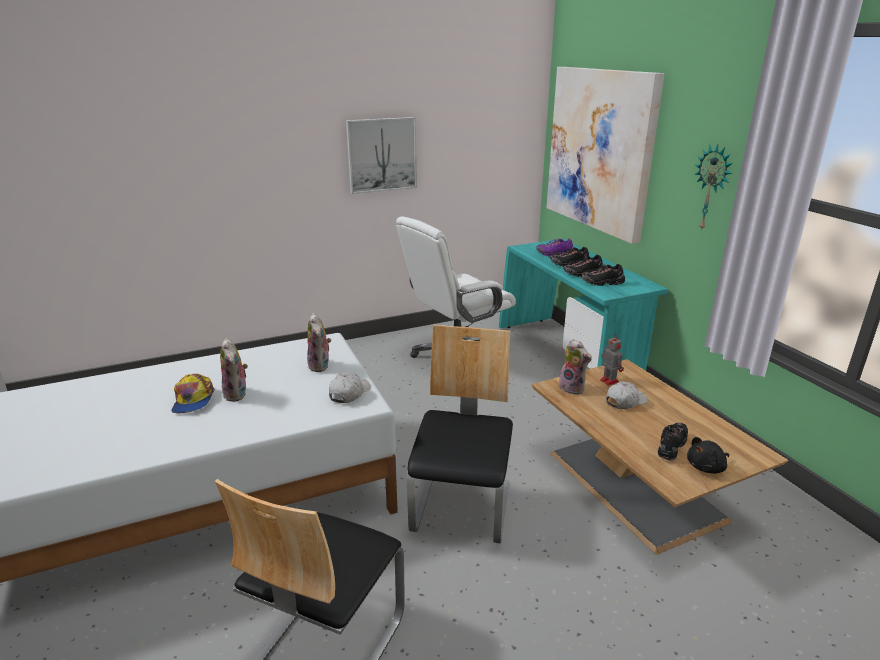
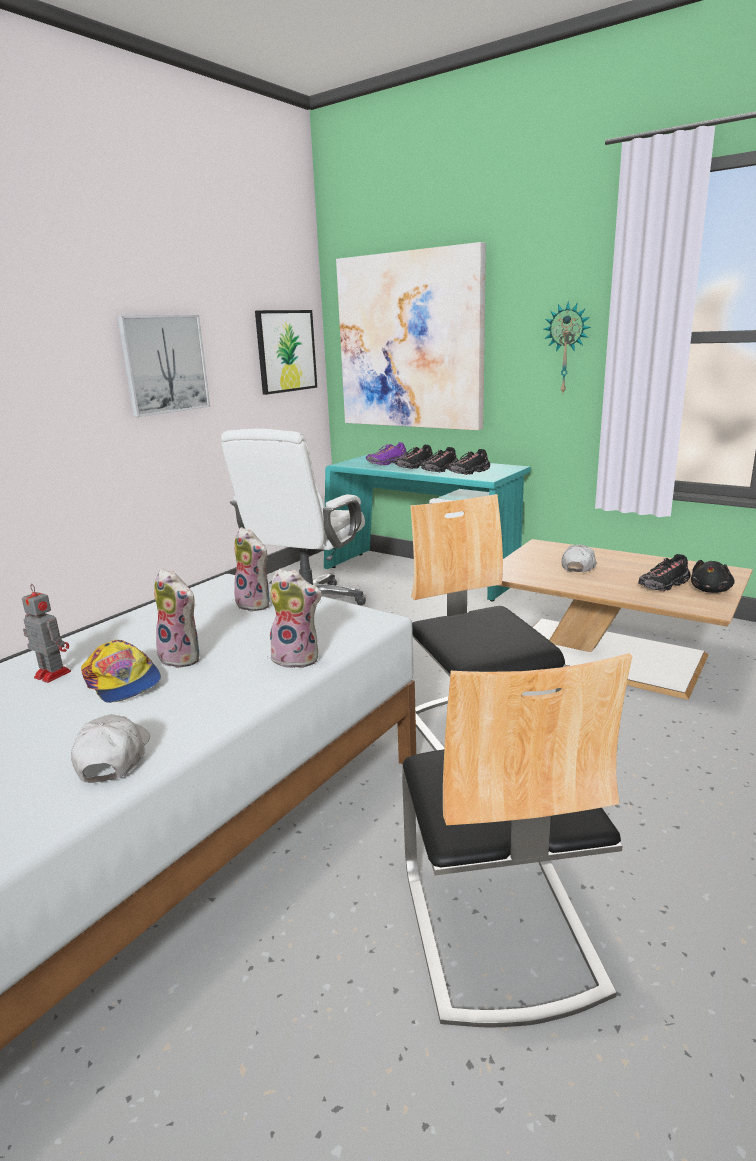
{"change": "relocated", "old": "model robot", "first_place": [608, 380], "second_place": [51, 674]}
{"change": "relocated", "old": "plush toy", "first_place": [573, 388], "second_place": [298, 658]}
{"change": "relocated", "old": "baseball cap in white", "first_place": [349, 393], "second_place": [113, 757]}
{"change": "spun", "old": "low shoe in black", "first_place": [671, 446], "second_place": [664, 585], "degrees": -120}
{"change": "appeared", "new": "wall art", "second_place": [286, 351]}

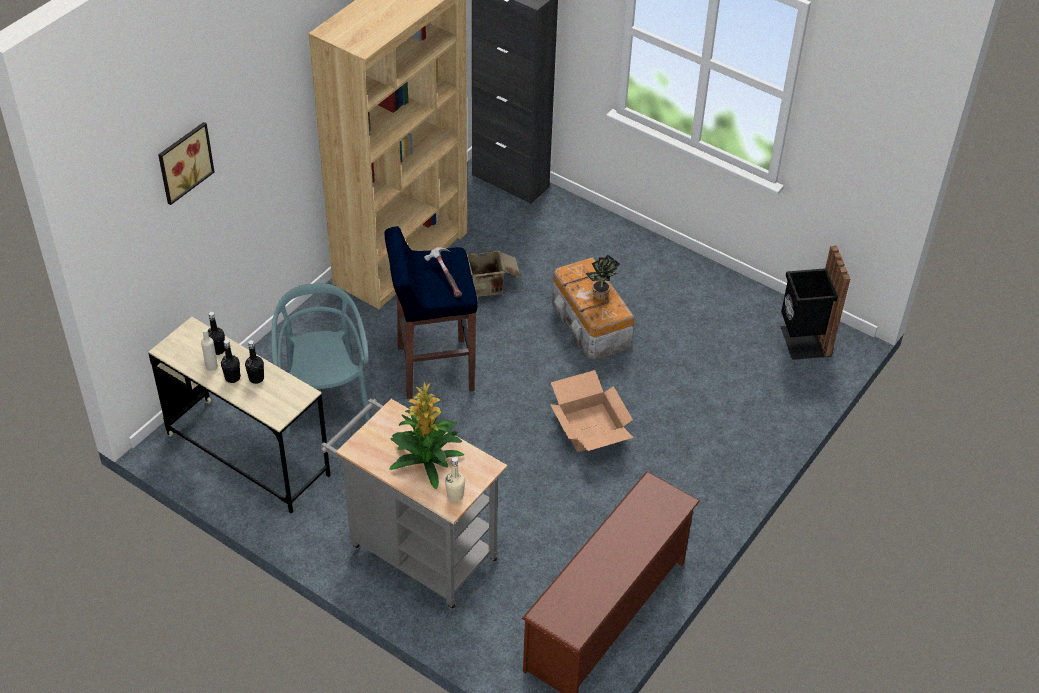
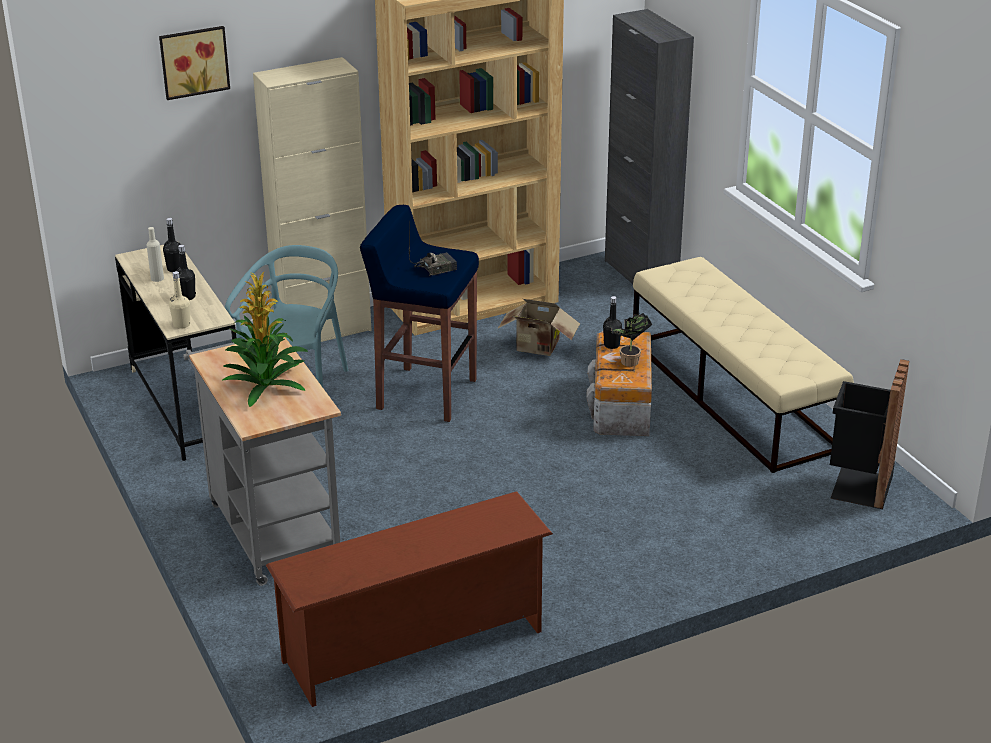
{"change": "exchanged", "old": "tool hammer", "new": "radio set", "first_place": [445, 276], "second_place": [435, 267]}
{"change": "relocated", "old": "drink bottle in black", "first_place": [232, 378], "second_place": [611, 345]}
{"change": "missing", "old": "packing box", "first_place": [591, 427]}
{"change": "relocated", "old": "drink bottle in beige-coloured", "first_place": [455, 495], "second_place": [181, 324]}
{"change": "appeared", "new": "cabinet in beige-coloured", "second_place": [323, 331]}
{"change": "appeared", "new": "bench in beige-coloured", "second_place": [732, 395]}

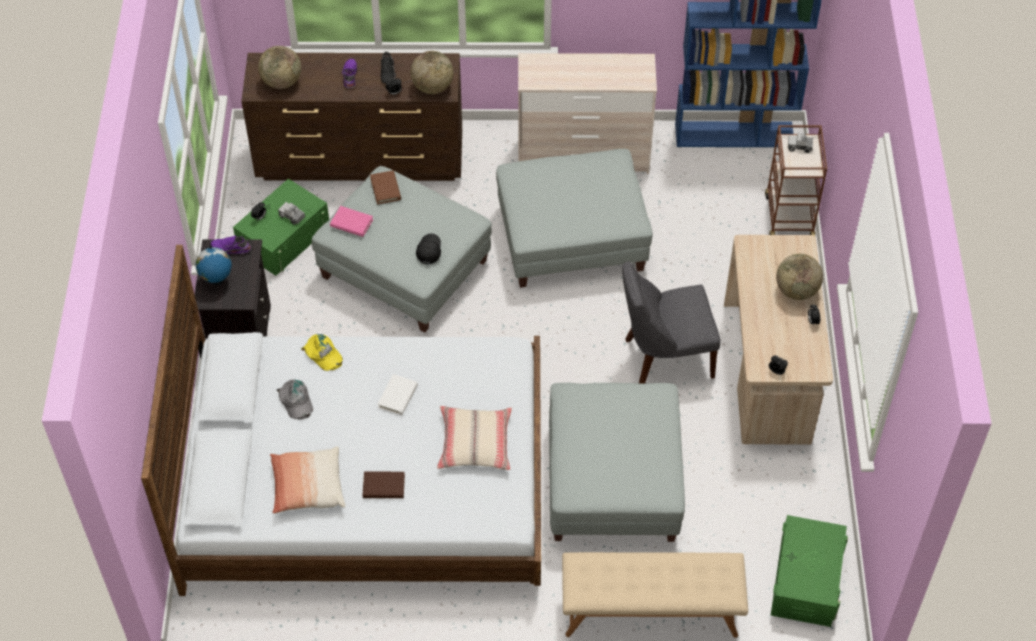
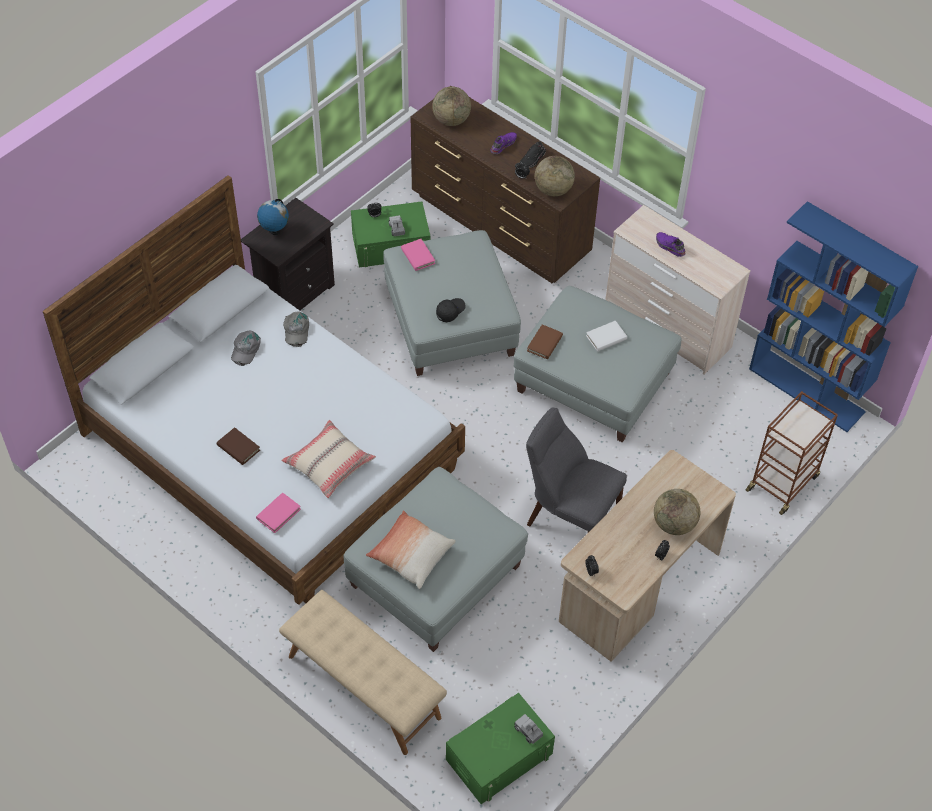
{"change": "relocated", "old": "toy truck", "first_place": [799, 146], "second_place": [528, 731]}
{"change": "relocated", "old": "bound book in brown-coloured", "first_place": [385, 189], "second_place": [544, 343]}
{"change": "relocated", "old": "low shoe in purplish", "first_place": [231, 249], "second_place": [669, 247]}
{"change": "colour", "old": "baseball cap in yellow", "new": "baseball cap in gray", "first_place": [323, 354], "second_place": [296, 331]}
{"change": "relocated", "old": "bound book in white", "first_place": [397, 396], "second_place": [606, 338]}
{"change": "relocated", "old": "pillow", "first_place": [308, 487], "second_place": [411, 555]}
{"change": "appeared", "new": "bound book in pink-coloured", "second_place": [278, 514]}

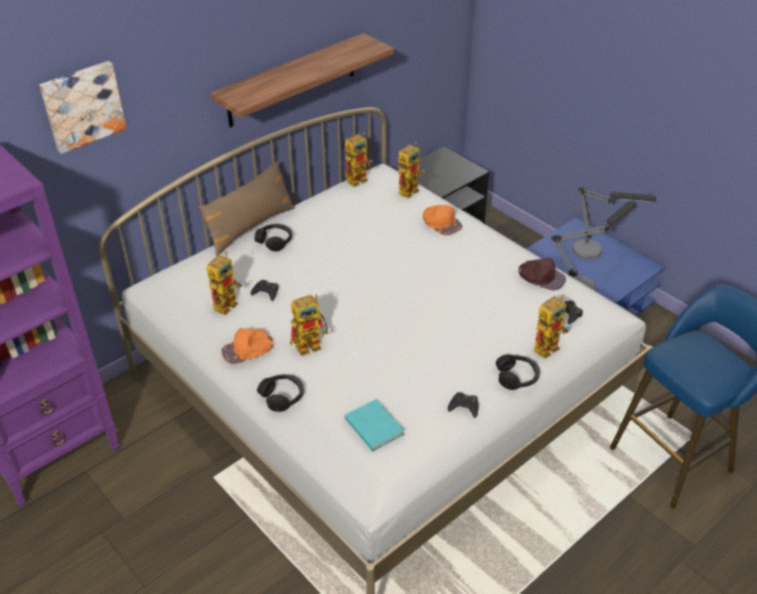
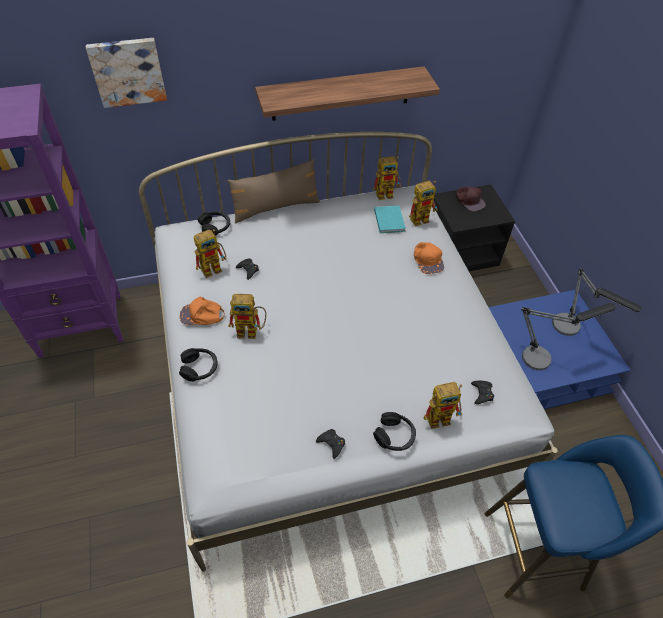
{"change": "relocated", "old": "headphones in black", "first_place": [275, 241], "second_place": [215, 227]}
{"change": "relocated", "old": "baseball cap in brown-coloured", "first_place": [541, 277], "second_place": [469, 200]}
{"change": "relocated", "old": "bound book in turquoise", "first_place": [374, 425], "second_place": [389, 220]}

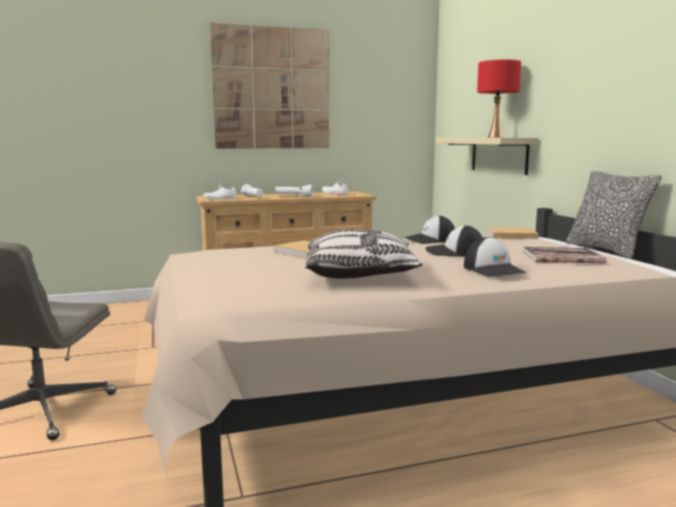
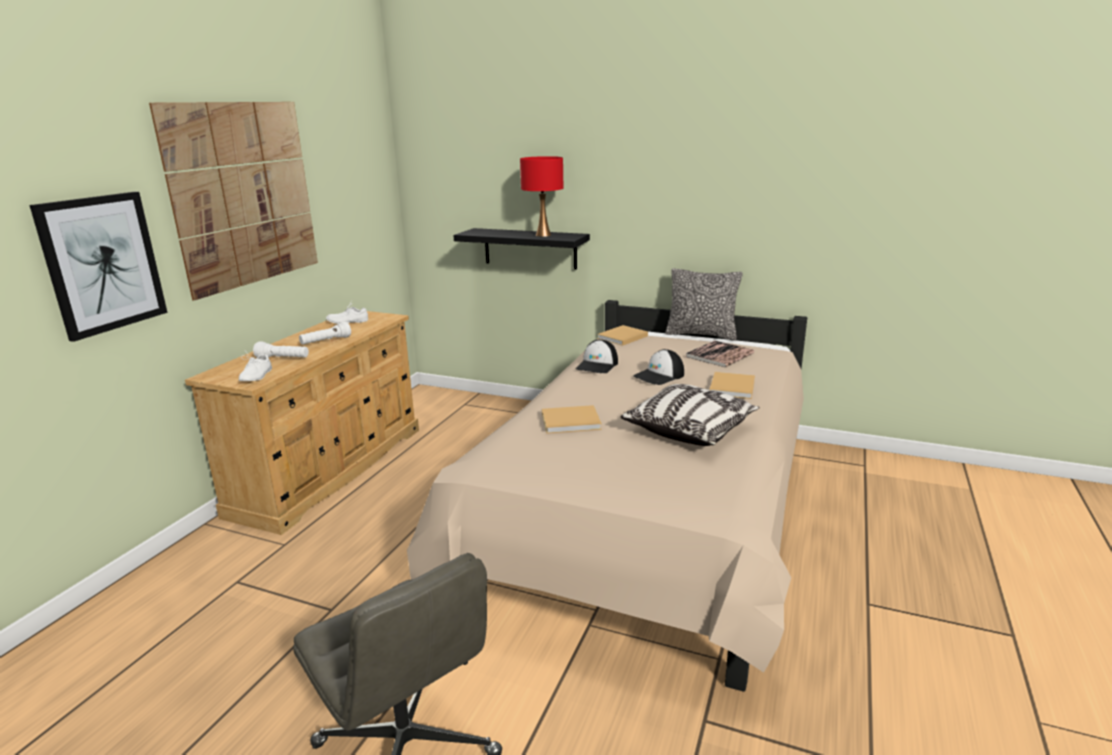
{"change": "colour", "old": "shelf in beige-coloured", "new": "shelf in black", "first_place": [499, 155], "second_place": [530, 248]}
{"change": "exchanged", "old": "baseball cap", "new": "bound book in beige-coloured", "first_place": [494, 270], "second_place": [732, 387]}
{"change": "appeared", "new": "wall art", "second_place": [102, 263]}

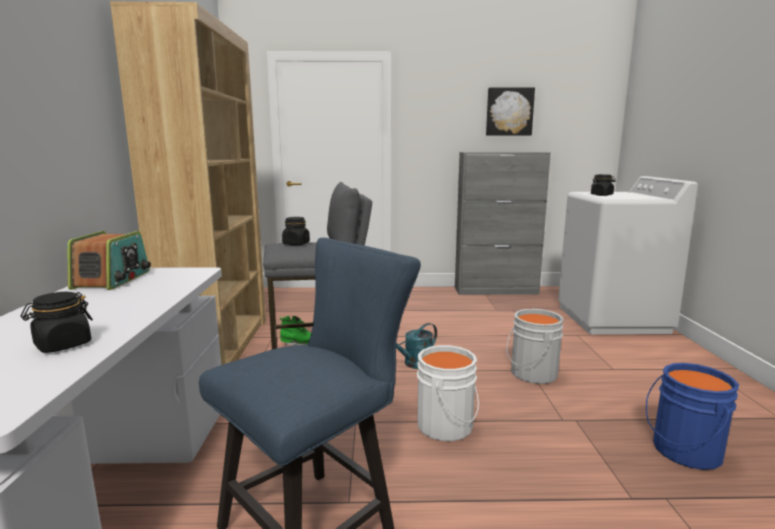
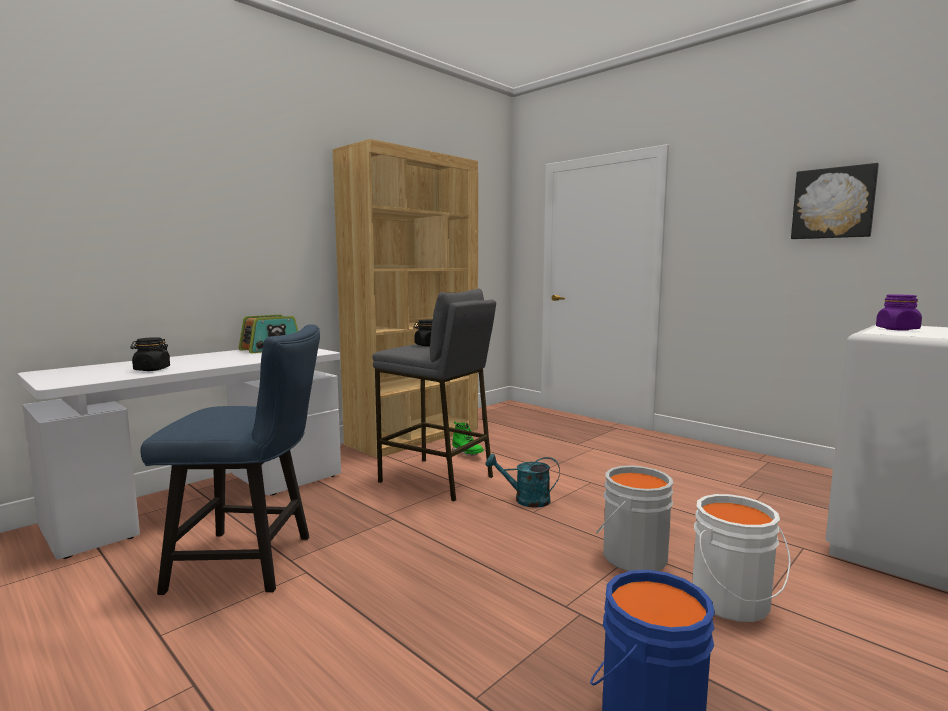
{"change": "missing", "old": "cabinet in gray", "first_place": [496, 290]}
{"change": "colour", "old": "preserve jar in black", "new": "preserve jar in purplish", "first_place": [602, 195], "second_place": [897, 329]}
{"change": "relocated", "old": "pail in white", "first_place": [448, 426], "second_place": [733, 602]}

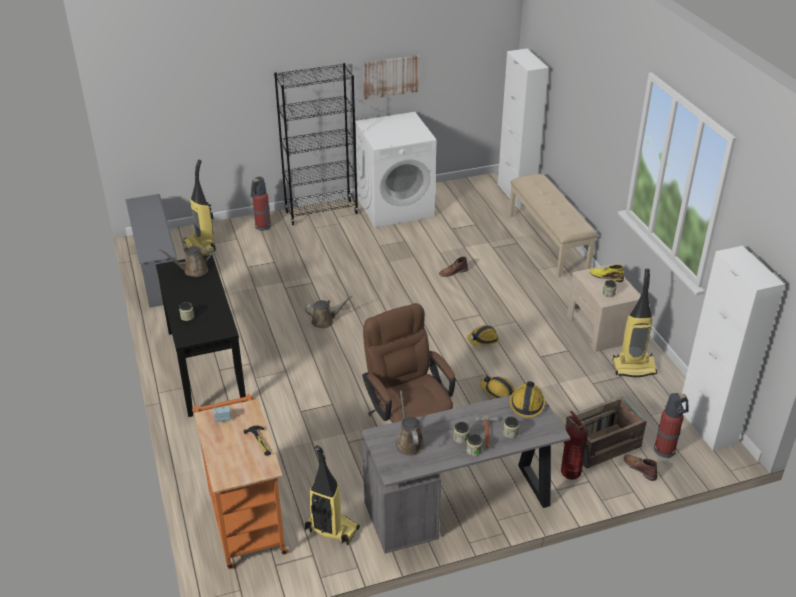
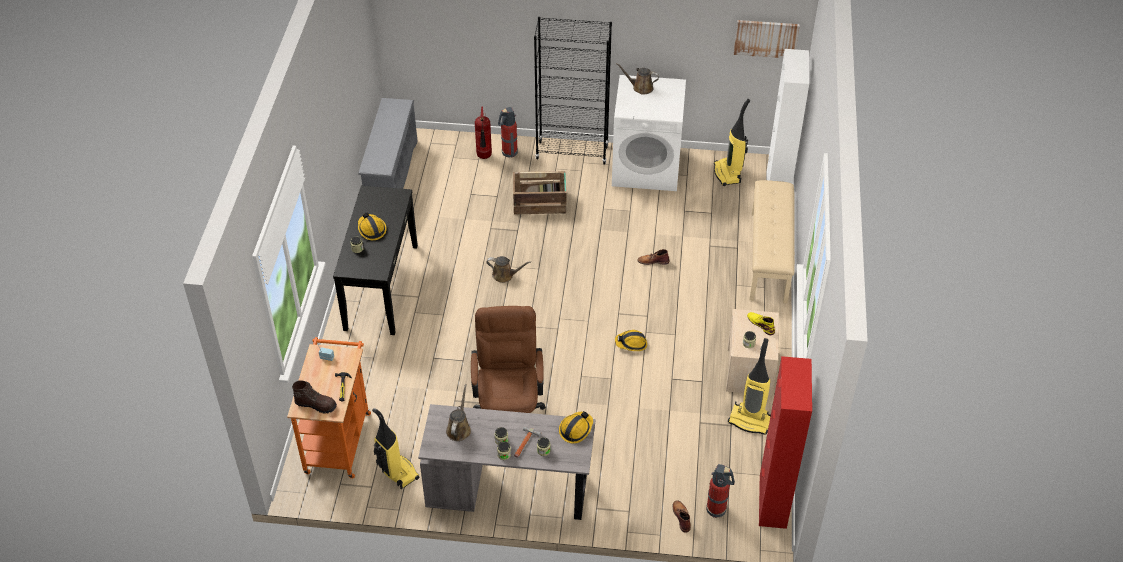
{"change": "relocated", "old": "wall art", "first_place": [390, 76], "second_place": [766, 38]}
{"change": "relocated", "old": "hoover", "first_place": [200, 247], "second_place": [728, 174]}
{"change": "relocated", "old": "watering can in brown-coloured", "first_place": [193, 270], "second_place": [640, 87]}
{"change": "colour", "old": "cabinet in white", "new": "cabinet in reddish", "first_place": [707, 426], "second_place": [772, 501]}
{"change": "relocated", "old": "hard hat", "first_place": [497, 391], "second_place": [371, 229]}
{"change": "relocated", "old": "packing crate", "first_place": [603, 445], "second_place": [540, 203]}
{"change": "relocated", "old": "fire-fighting cylinder", "first_place": [572, 476], "second_place": [484, 157]}
{"change": "appeared", "new": "tall boot in brown-coloured", "second_place": [316, 405]}

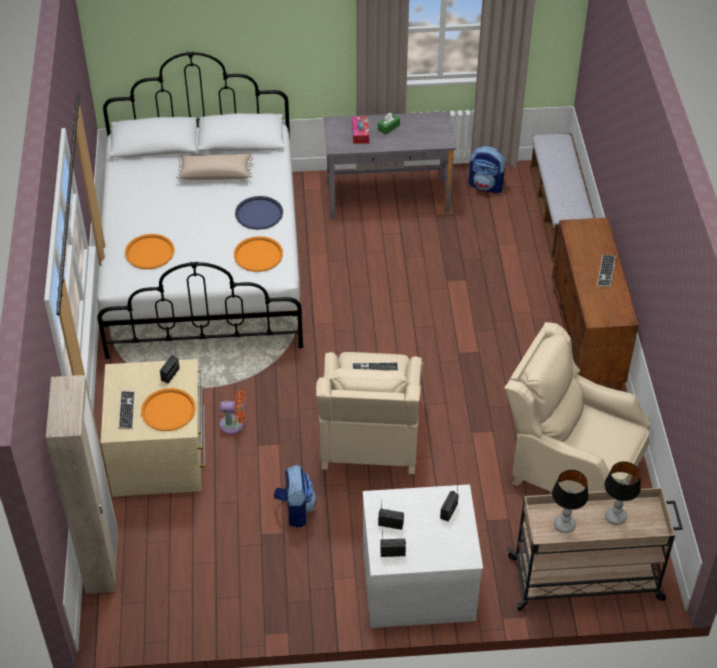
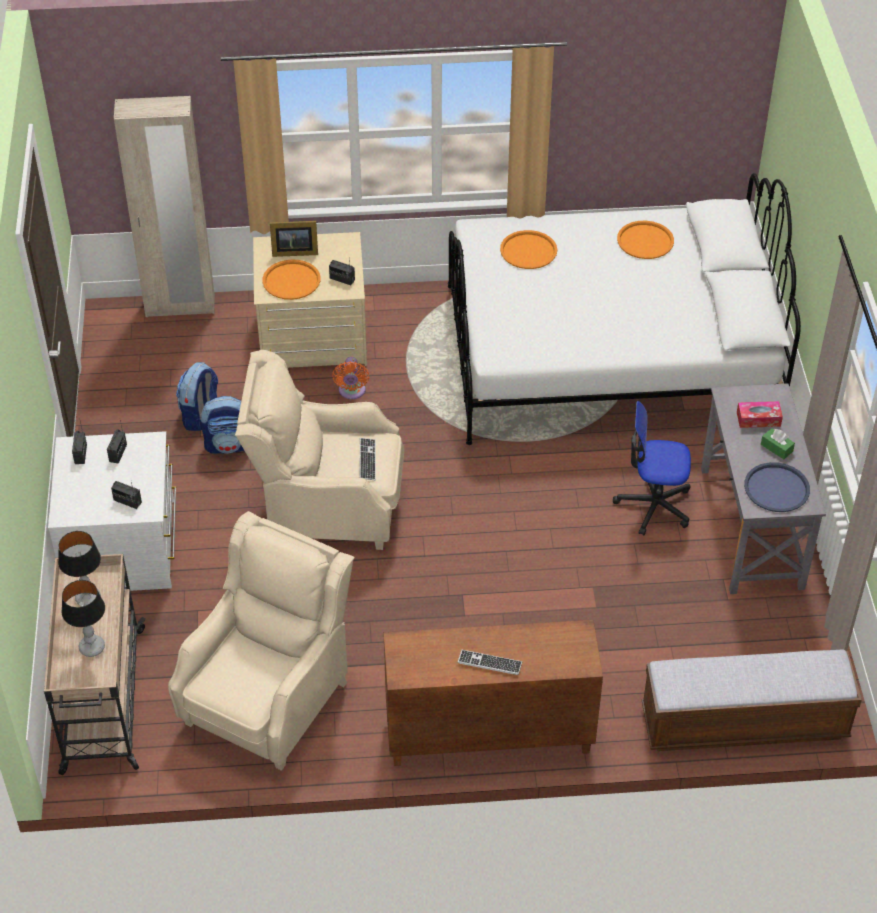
{"change": "relocated", "old": "knapsack", "first_place": [486, 186], "second_place": [201, 416]}
{"change": "missing", "old": "pillow in beige-coloured", "first_place": [216, 173]}
{"change": "relocated", "old": "serving tray in blue", "first_place": [259, 213], "second_place": [776, 488]}
{"change": "relocated", "old": "serving tray in orange-coloured", "first_place": [258, 255], "second_place": [645, 241]}
{"change": "exchanged", "old": "computer keyboard", "new": "photo frame", "first_place": [126, 410], "second_place": [293, 251]}
{"change": "appeared", "new": "computer chair", "second_place": [653, 505]}

